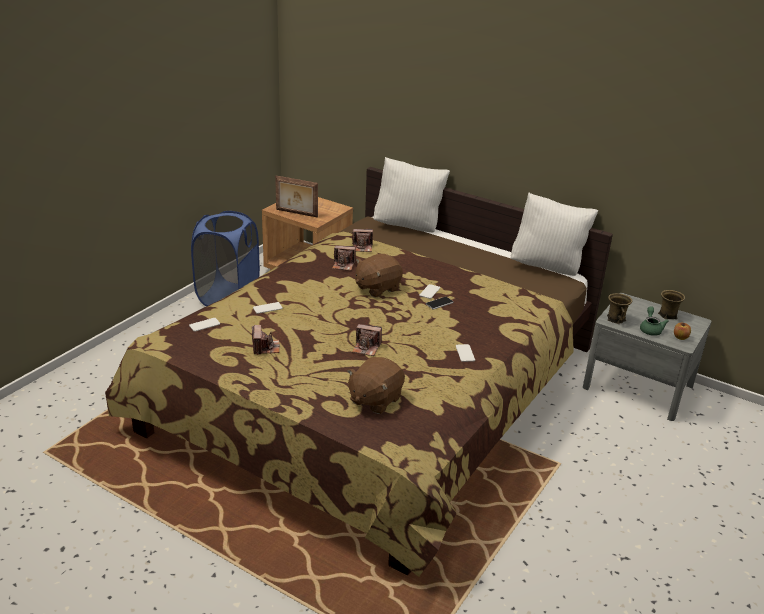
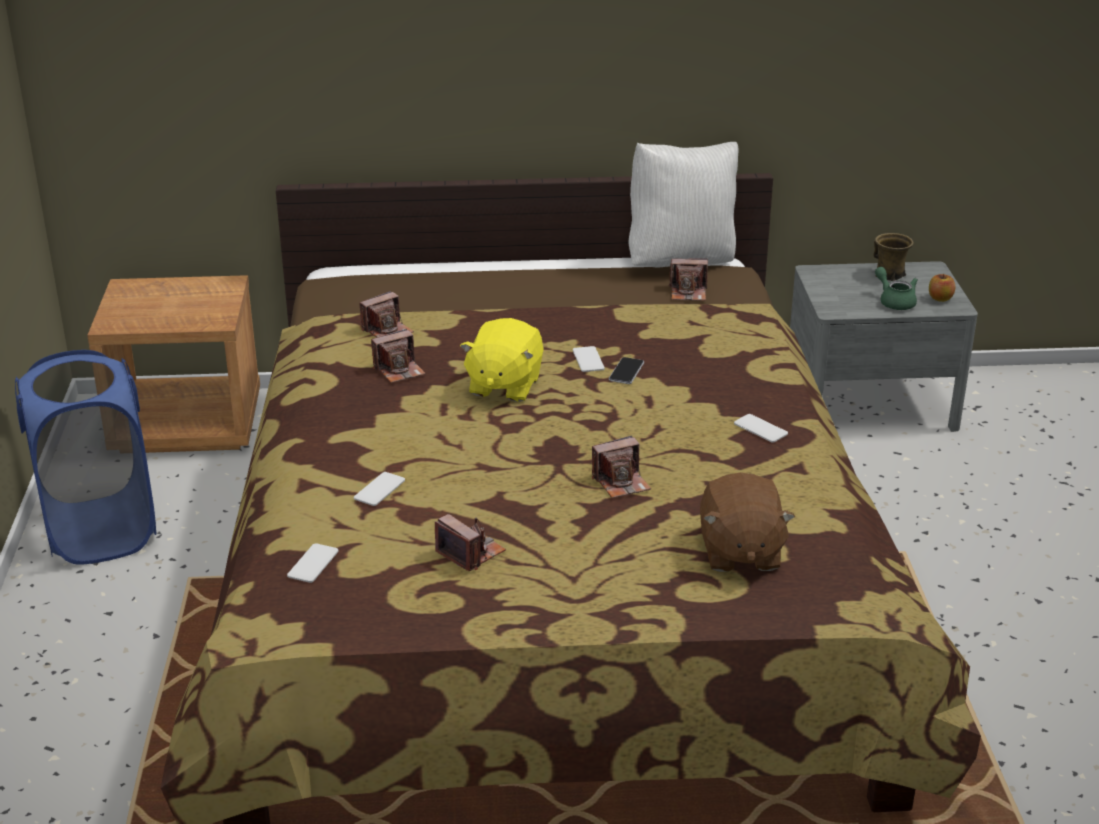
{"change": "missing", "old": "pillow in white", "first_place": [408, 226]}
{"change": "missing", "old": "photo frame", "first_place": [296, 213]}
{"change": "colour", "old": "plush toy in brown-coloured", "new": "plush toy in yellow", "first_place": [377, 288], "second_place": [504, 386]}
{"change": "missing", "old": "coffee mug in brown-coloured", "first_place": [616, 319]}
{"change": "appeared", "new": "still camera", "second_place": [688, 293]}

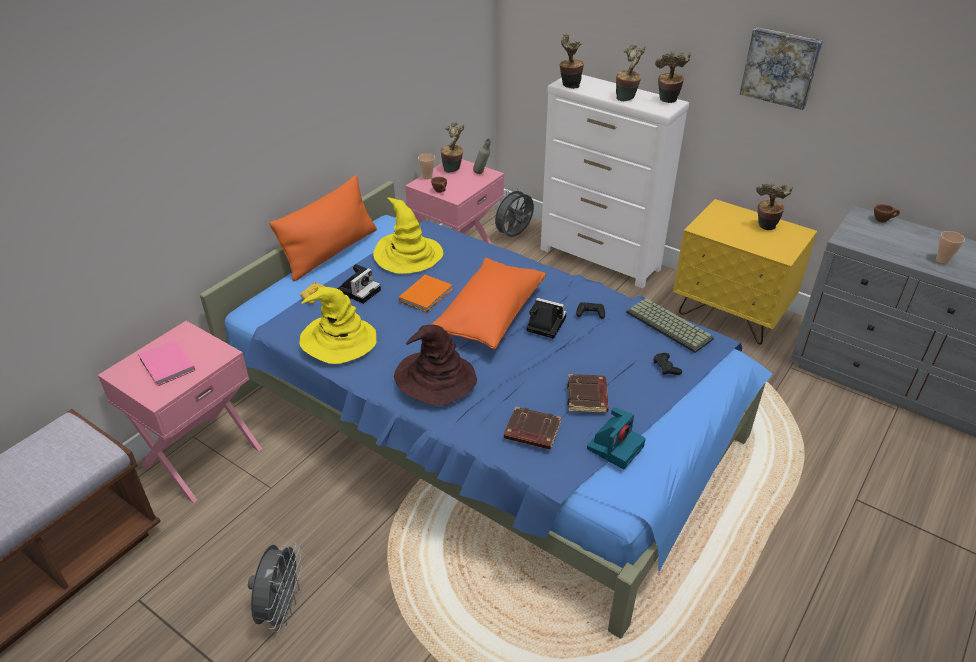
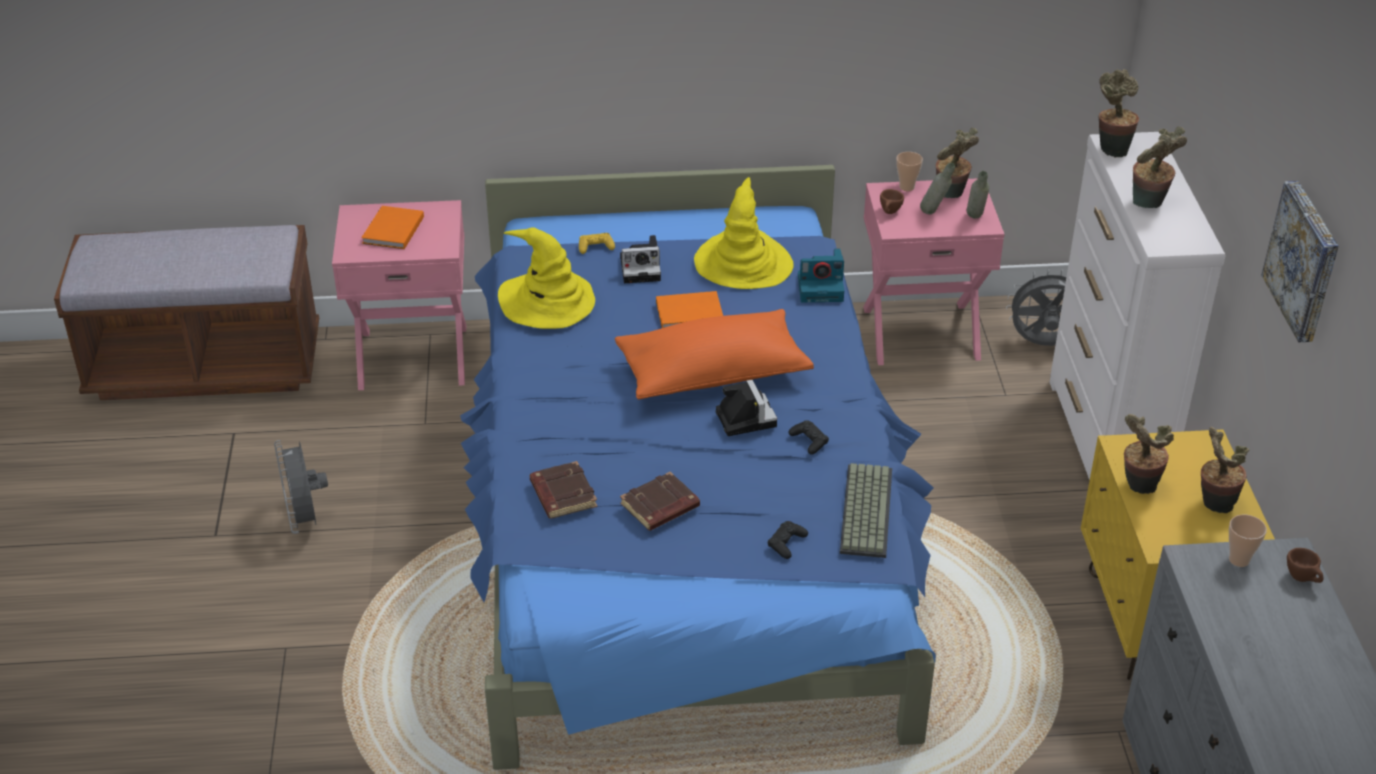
{"change": "relocated", "old": "potted plant", "first_place": [667, 101], "second_place": [1138, 486]}
{"change": "missing", "old": "pillow in orange-coloured", "first_place": [331, 252]}
{"change": "relocated", "old": "small cup", "first_place": [942, 260], "second_place": [1239, 560]}
{"change": "missing", "old": "hat in brown-coloured", "first_place": [434, 379]}
{"change": "colour", "old": "bound book in pink-coloured", "new": "bound book in orange-coloured", "first_place": [167, 366], "second_place": [391, 231]}
{"change": "relocated", "old": "still camera", "first_place": [615, 446], "second_place": [821, 288]}
{"change": "spun", "old": "fan in gray", "first_place": [281, 608], "second_place": [305, 520], "degrees": 105}
{"change": "appeared", "new": "drink bottle in gray", "second_place": [934, 214]}

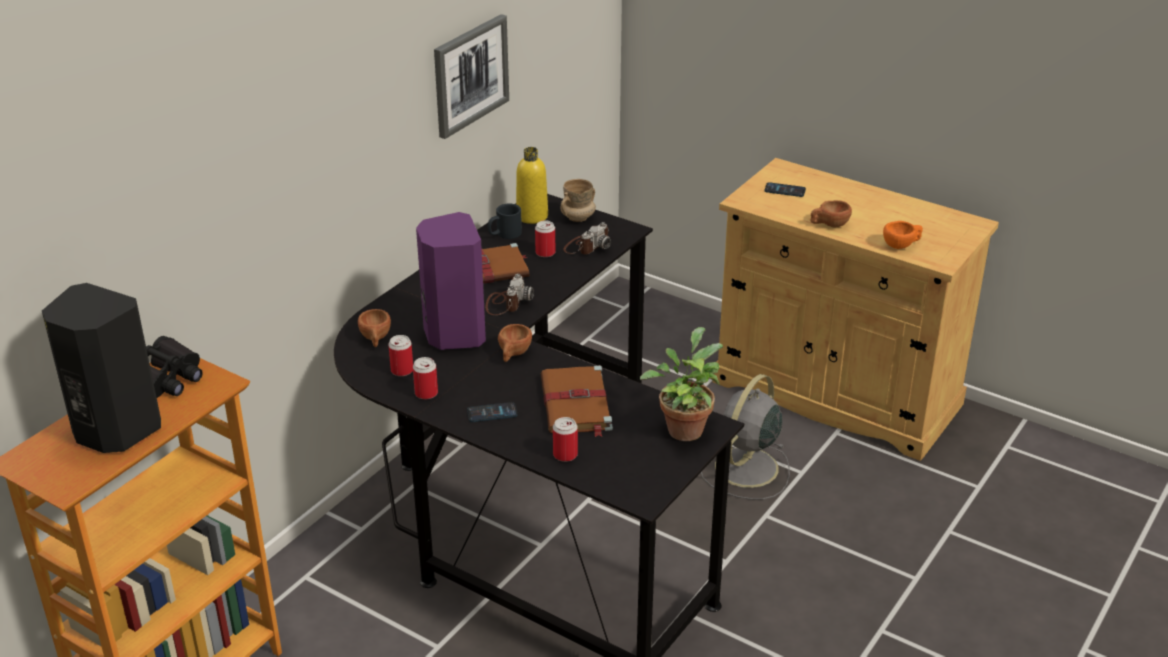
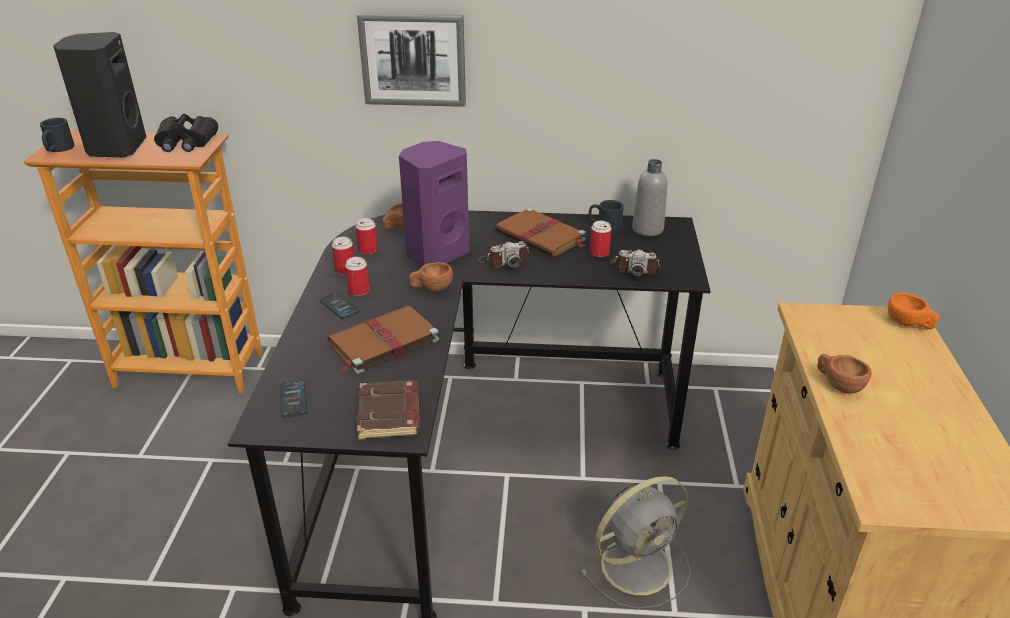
{"change": "relocated", "old": "wall art", "first_place": [470, 75], "second_place": [413, 59]}
{"change": "colour", "old": "drink bottle in yellow", "new": "drink bottle in gray", "first_place": [532, 216], "second_place": [647, 229]}
{"change": "missing", "old": "coffee mug in beige-coloured", "first_place": [578, 218]}
{"change": "relocated", "old": "telephone", "first_place": [785, 190], "second_place": [293, 399]}
{"change": "relocated", "old": "small cup in orange-coloured", "first_place": [902, 245], "second_place": [908, 324]}
{"change": "exchanged", "old": "potted plant", "new": "bound book in brown-coloured", "first_place": [684, 427], "second_place": [390, 415]}
{"change": "spun", "old": "fan in gray", "first_place": [745, 469], "second_place": [639, 564], "degrees": 150}
{"change": "relocated", "old": "sealed can", "first_place": [565, 455], "second_place": [359, 291]}
{"change": "appeared", "new": "coffee mug in black", "second_place": [58, 149]}

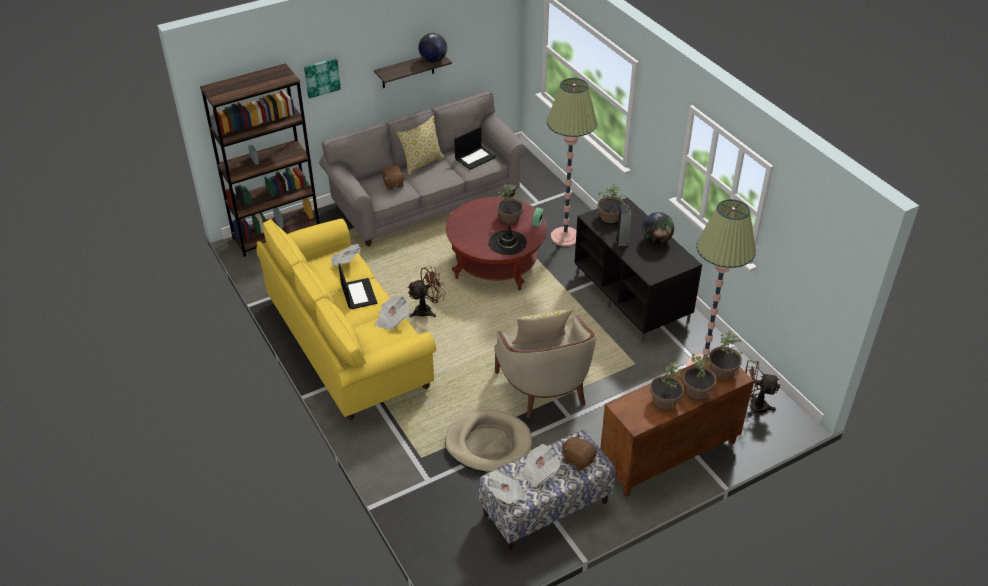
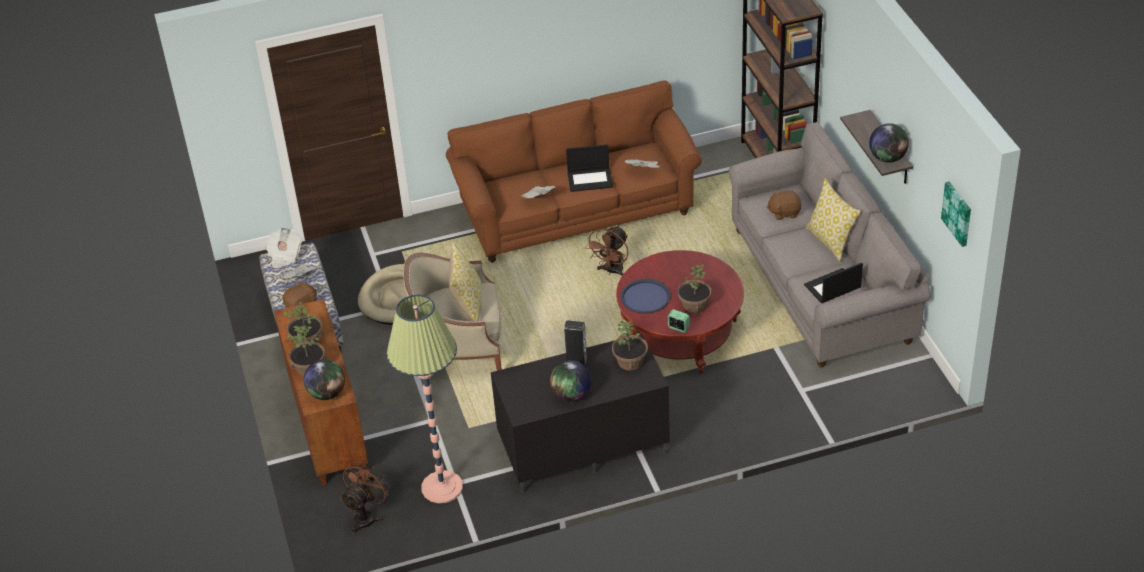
{"change": "relocated", "old": "wall art", "first_place": [321, 77], "second_place": [958, 213]}
{"change": "missing", "old": "standing lamp", "first_place": [565, 237]}
{"change": "spun", "old": "laptop", "first_place": [475, 157], "second_place": [832, 287], "degrees": 90}
{"change": "colour", "old": "settee in yellow", "new": "settee in brown-coloured", "first_place": [348, 343], "second_place": [576, 212]}
{"change": "exchanged", "old": "hat in black", "new": "serving tray in blue", "first_place": [507, 243], "second_place": [645, 297]}
{"change": "spun", "old": "fan in brown-coloured", "first_place": [427, 310], "second_place": [611, 271], "degrees": 45}
{"change": "exchanged", "old": "potted plant", "new": "globe", "first_place": [722, 371], "second_place": [327, 393]}

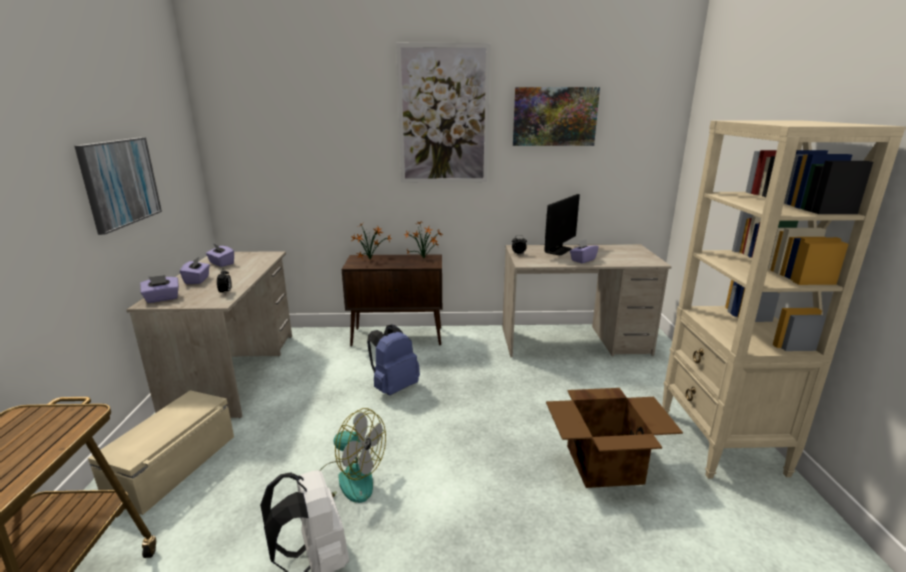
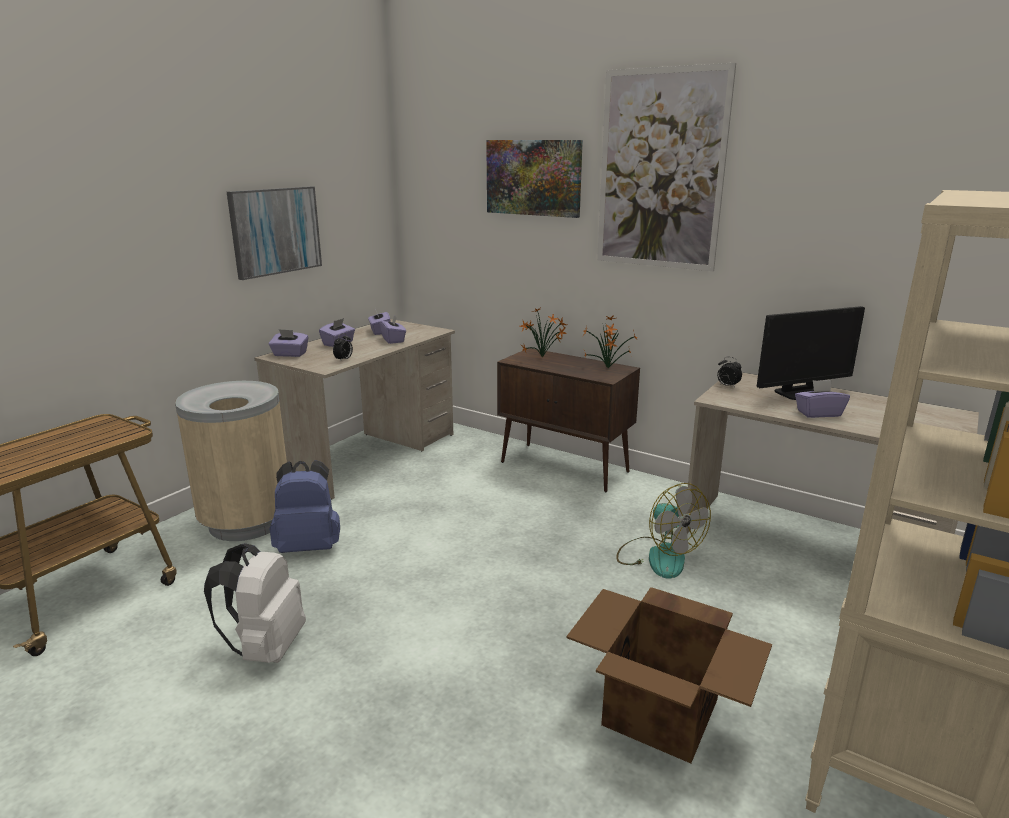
{"change": "relocated", "old": "wall art", "first_place": [554, 116], "second_place": [533, 177]}
{"change": "relocated", "old": "knapsack in blue", "first_place": [393, 387], "second_place": [309, 546]}
{"change": "exchanged", "old": "storage box in beige-coloured", "new": "rubbish bin in beige-coloured", "first_place": [175, 466], "second_place": [247, 522]}
{"change": "relocated", "old": "fan", "first_place": [347, 480], "second_place": [658, 556]}
{"change": "appeared", "new": "tissue box in purplish", "second_place": [393, 340]}

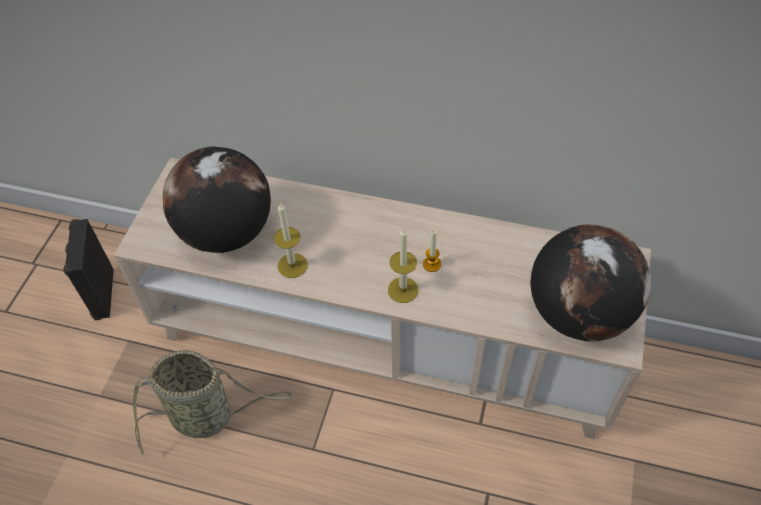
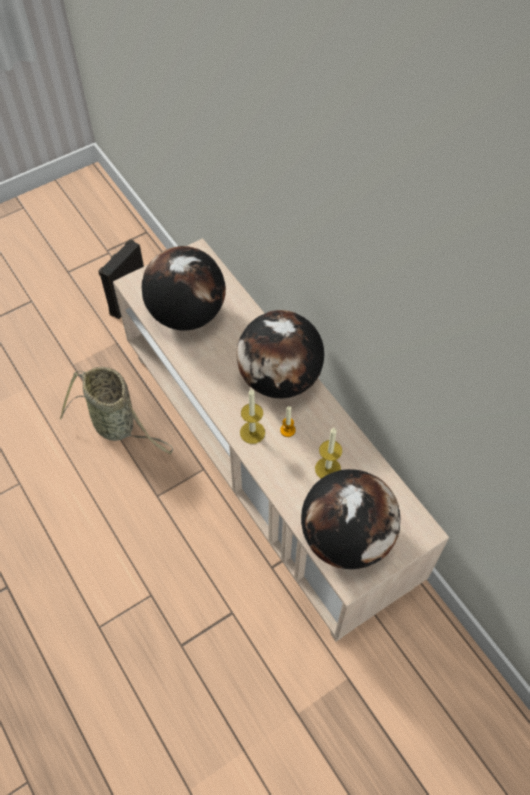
{"change": "relocated", "old": "wax candle", "first_place": [292, 265], "second_place": [327, 469]}
{"change": "appeared", "new": "globe", "second_place": [280, 379]}

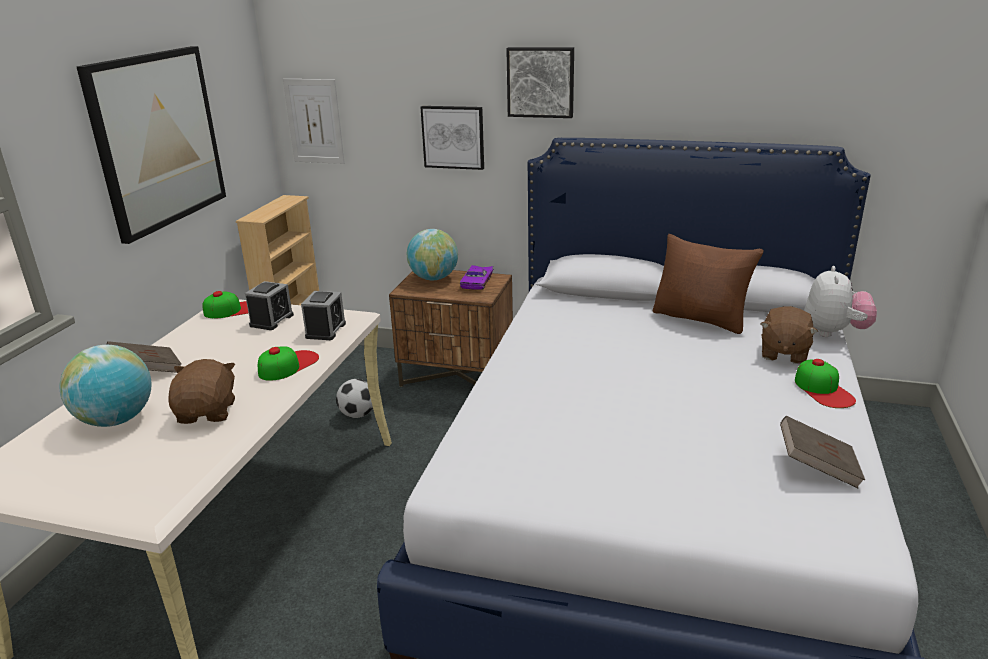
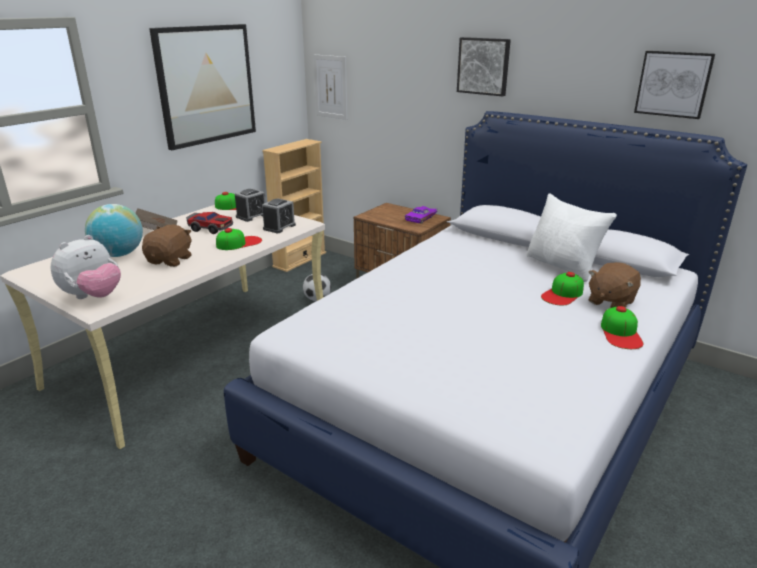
{"change": "relocated", "old": "wall art", "first_place": [453, 137], "second_place": [673, 84]}
{"change": "missing", "old": "globe", "first_place": [433, 278]}
{"change": "colour", "old": "pillow in brown-coloured", "new": "pillow in white", "first_place": [701, 318], "second_place": [562, 266]}
{"change": "relocated", "old": "plush toy", "first_place": [834, 332], "second_place": [93, 297]}
{"change": "missing", "old": "bound book in brown-coloured", "first_place": [817, 467]}
{"change": "appeared", "new": "miniature car", "second_place": [211, 228]}
{"change": "appeared", "new": "baseball cap", "second_place": [563, 294]}

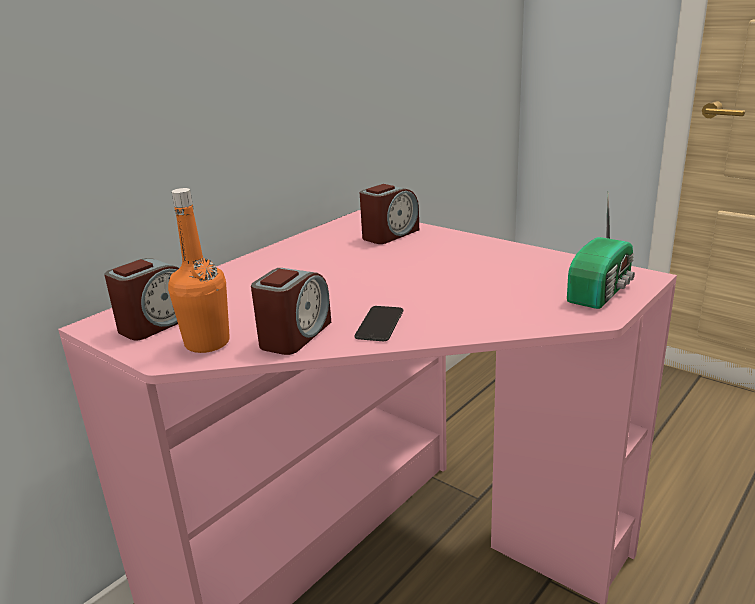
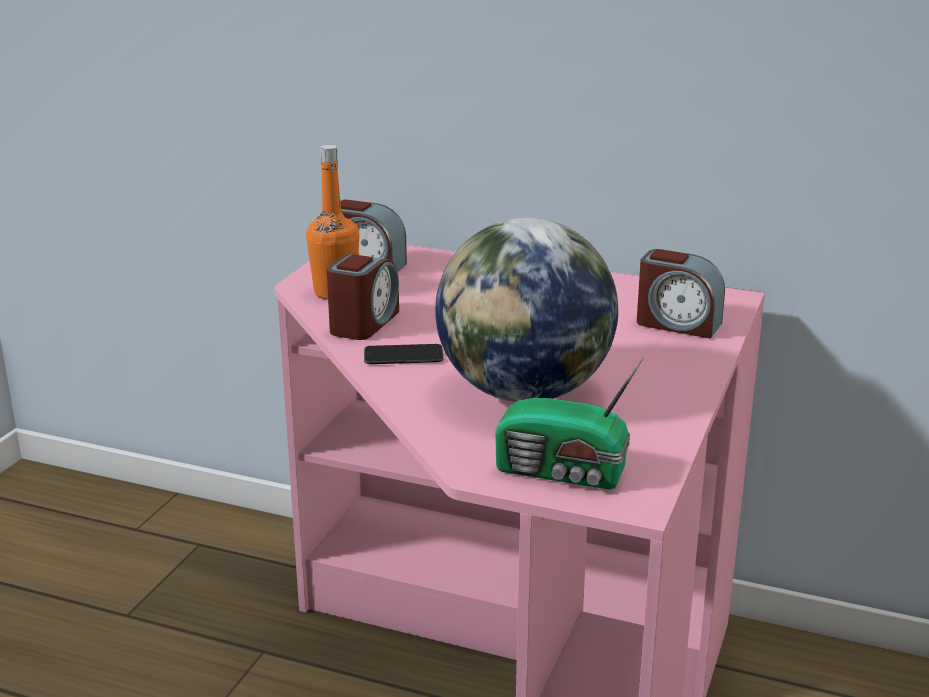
{"change": "spun", "old": "bedside clock", "first_place": [295, 335], "second_place": [364, 323], "degrees": -75}
{"change": "appeared", "new": "globe", "second_place": [524, 393]}

